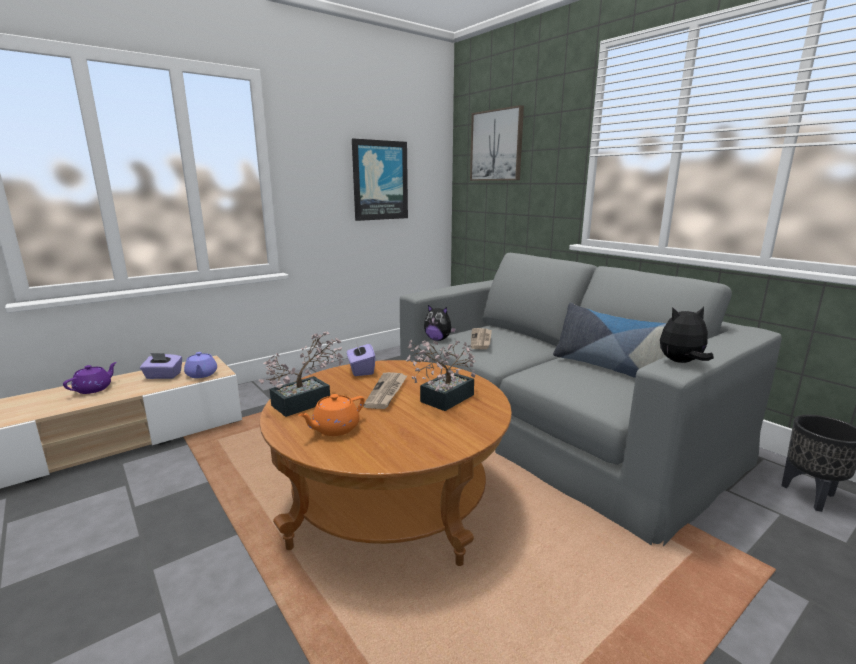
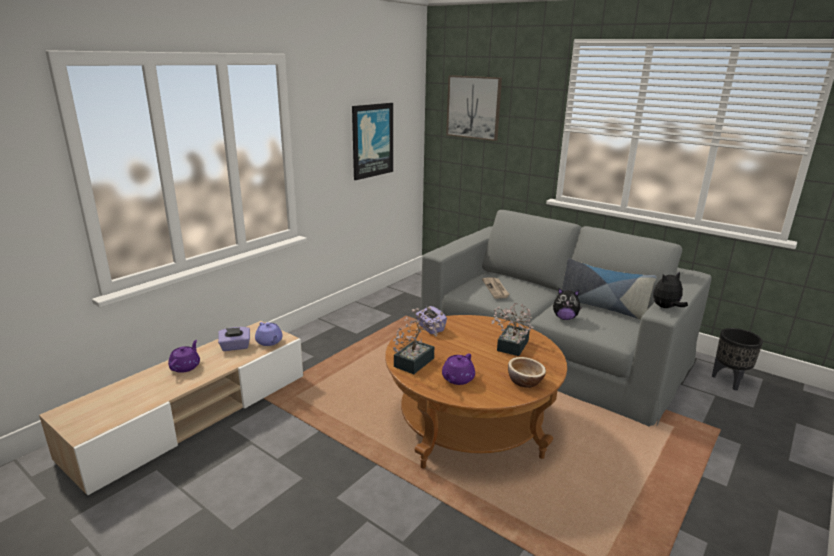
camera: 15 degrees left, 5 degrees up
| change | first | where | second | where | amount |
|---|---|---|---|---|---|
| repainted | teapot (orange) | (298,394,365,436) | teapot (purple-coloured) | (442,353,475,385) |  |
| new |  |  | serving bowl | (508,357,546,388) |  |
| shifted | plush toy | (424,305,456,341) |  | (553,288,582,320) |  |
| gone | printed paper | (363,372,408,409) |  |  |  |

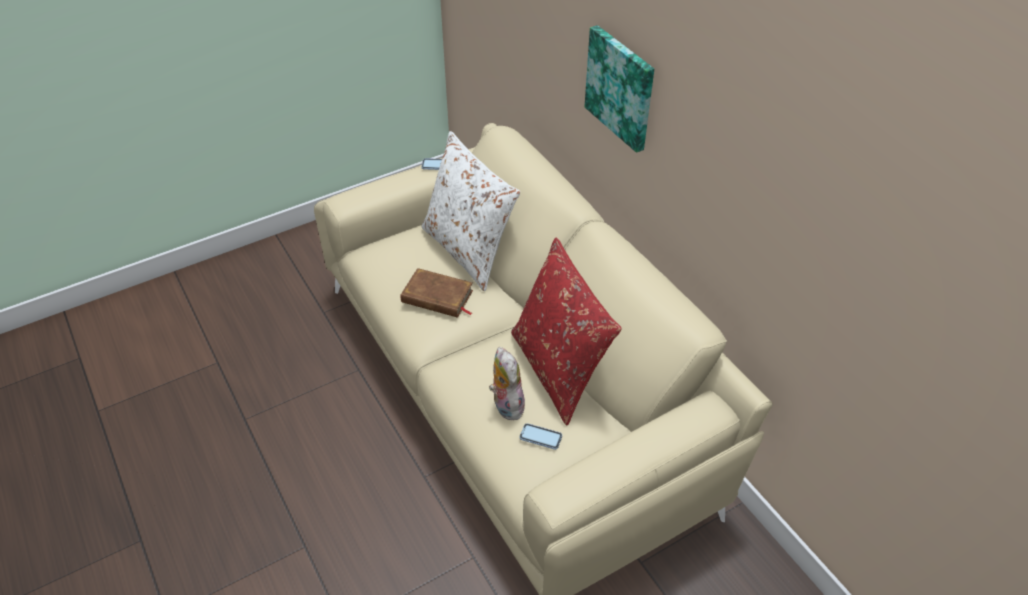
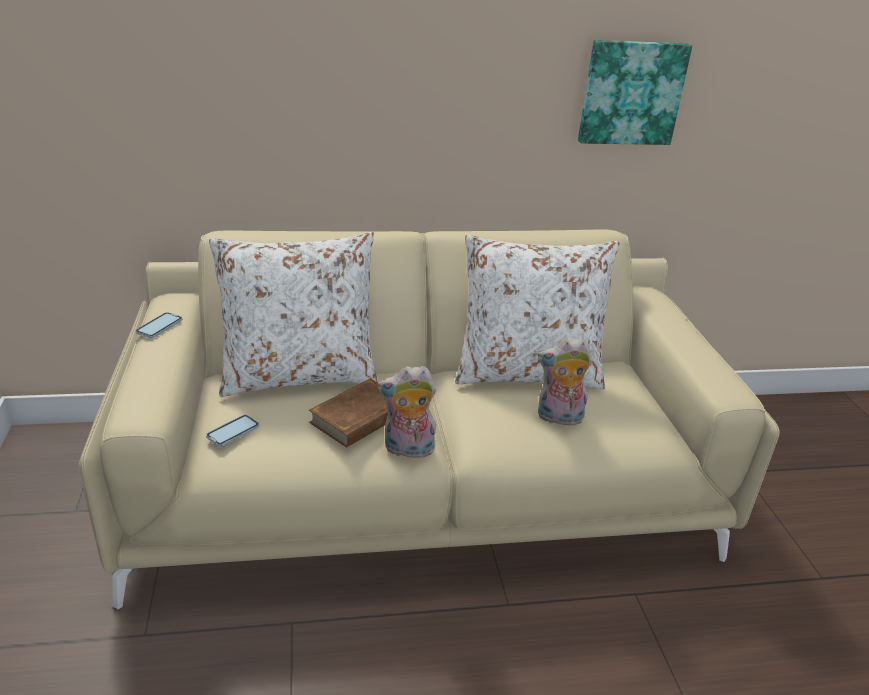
camera: 70 degrees left, 15 degrees down
| change | first | where | second | where | amount |
|---|---|---|---|---|---|
| shifted | handset | (520,423,562,450) |  | (206,415,259,447) |  |
| new |  |  | plush toy | (377,366,436,458) |  |
| repainted | cushion (red-coloured) | (511,238,622,426) | cushion (whitish) | (455,235,620,389) |  |
| shifted | wall picture | (585,25,654,153) |  | (578,40,692,145) |  |

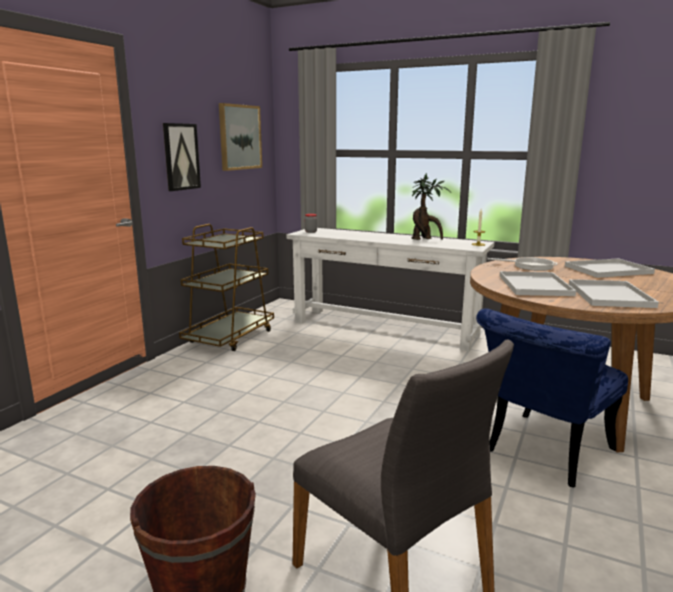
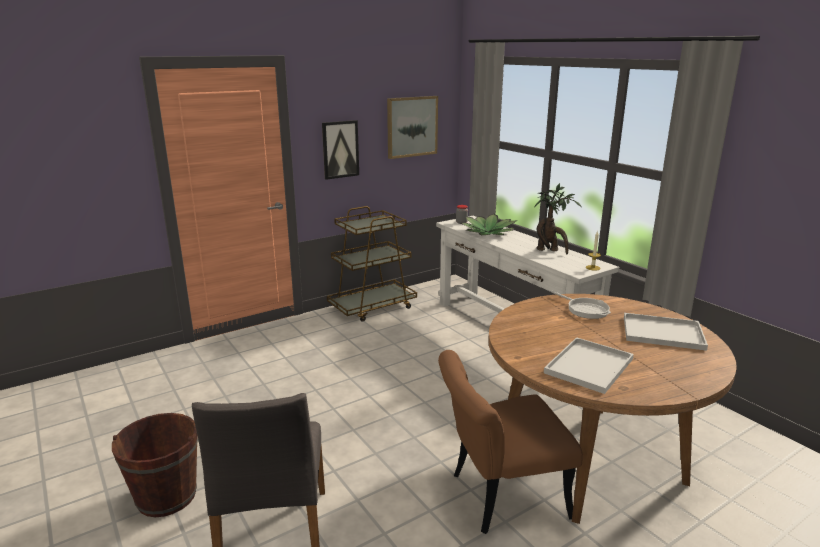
camera: 30 degrees right, 5 degrees up
| change | first | where | second | where | amount |
|---|---|---|---|---|---|
| repainted | upright chair (blue-coloured) | (476,309,628,487) | upright chair (brown-coloured) | (438,350,583,534) |  |
| new |  |  | plant in a pot | (461,214,516,235) |  |
| gone | carrying tray (whitish) | (500,271,576,296) |  |  |  |

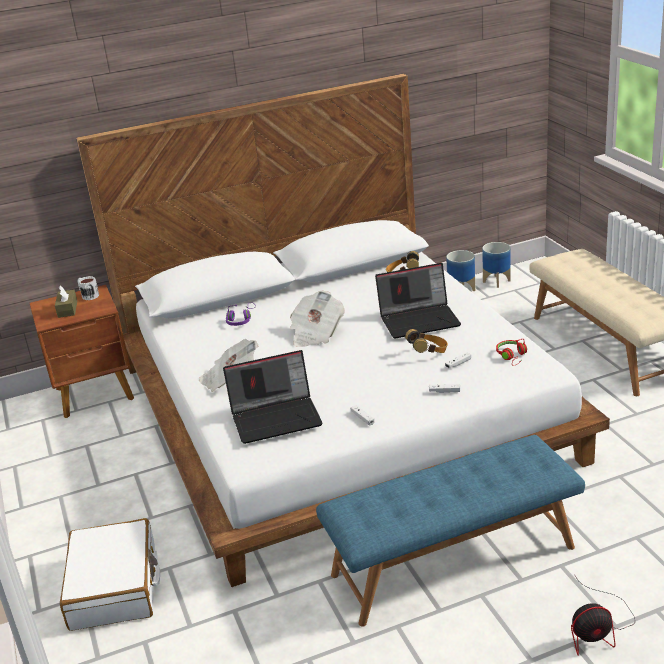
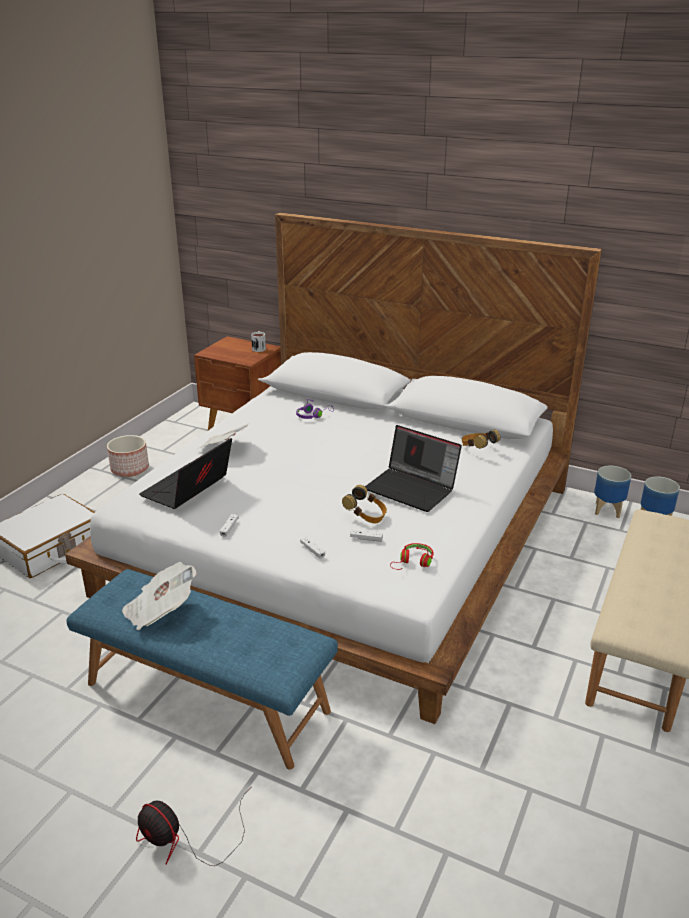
camera: 45 degrees right, 0 degrees up
| change | first | where | second | where | amount |
|---|---|---|---|---|---|
| new |  |  | flower pot | (107,435,149,477) |  |
| shifted | printed paper | (290,291,345,347) |  | (122,562,197,630) |  |
| rotated | laptop | (223,350,323,444) |  | (139,438,232,509) | 90 degrees clockwise |
| gone | tissue holder (brown-coloured) | (55,286,77,318) |  |  |  |

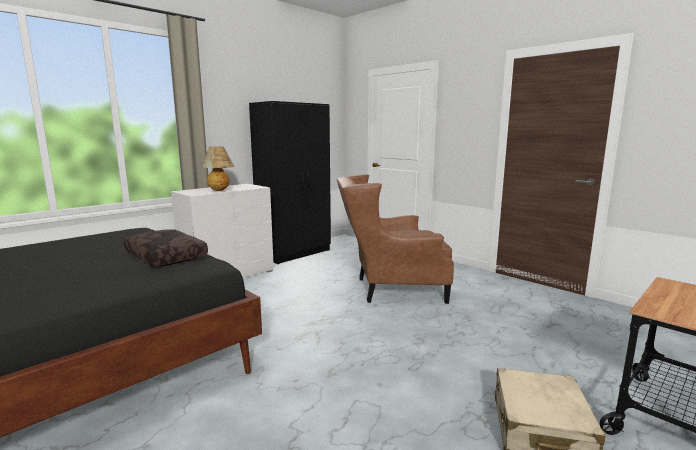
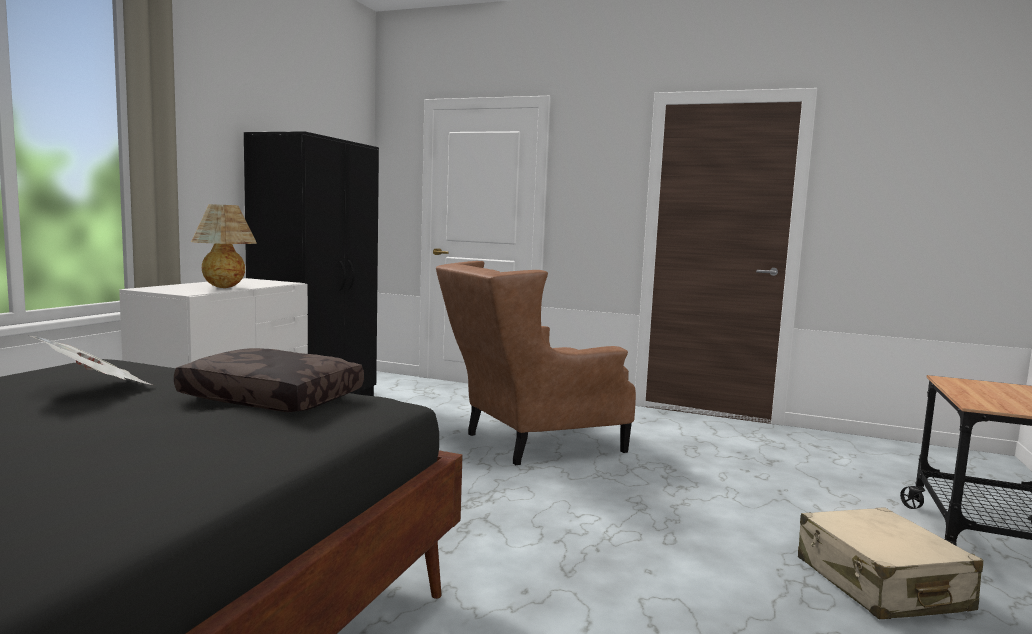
camera: 25 degrees left, 5 degrees down
| change | first | where | second | where | amount |
|---|---|---|---|---|---|
| new |  |  | printed paper | (31,336,152,385) |  |

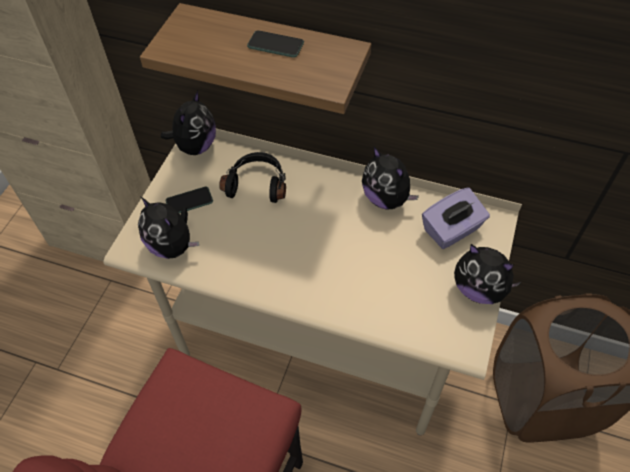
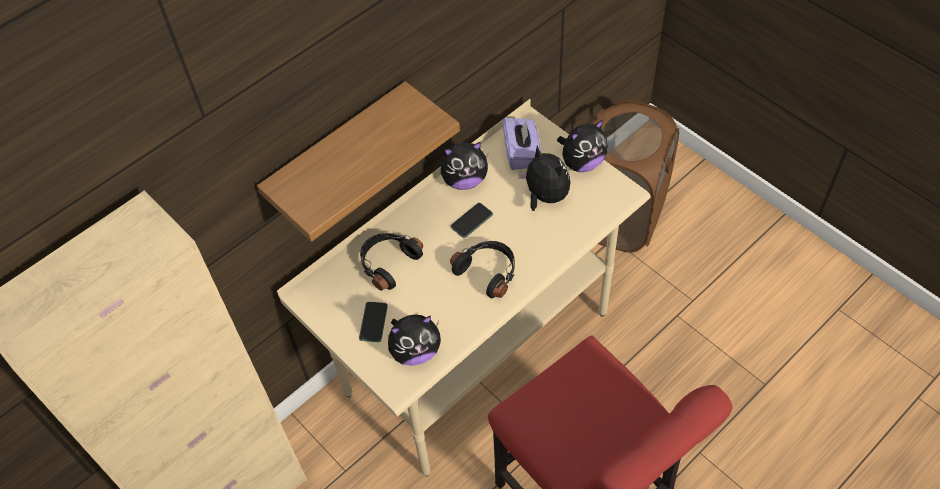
camera: 60 degrees left, 0 degrees up
| change | first | where | second | where | amount |
|---|---|---|---|---|---|
| shifted | handset | (247,30,304,58) |  | (450,203,493,238) |  |
| new |  |  | headphones (black-coloured) | (450,241,515,298) |  |
| shifted | plush toy | (161,91,216,155) |  | (518,145,571,211) |  |

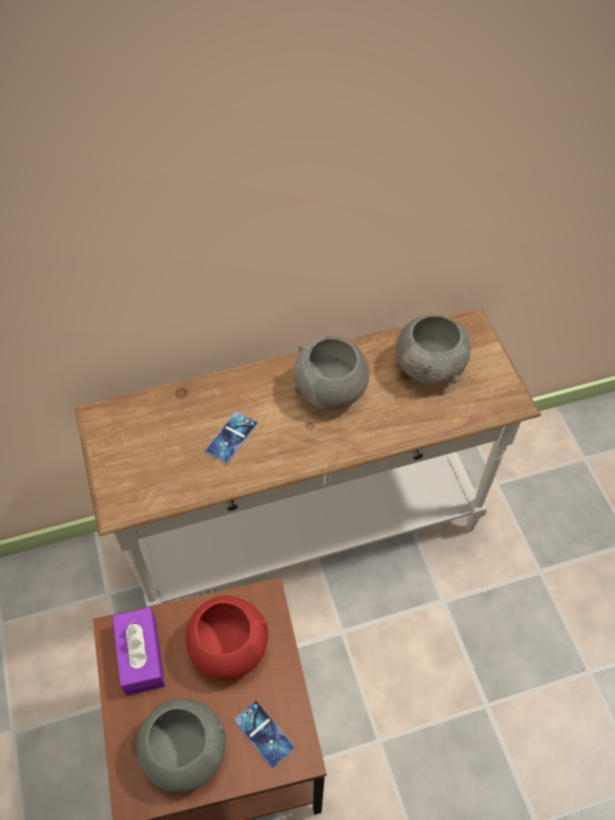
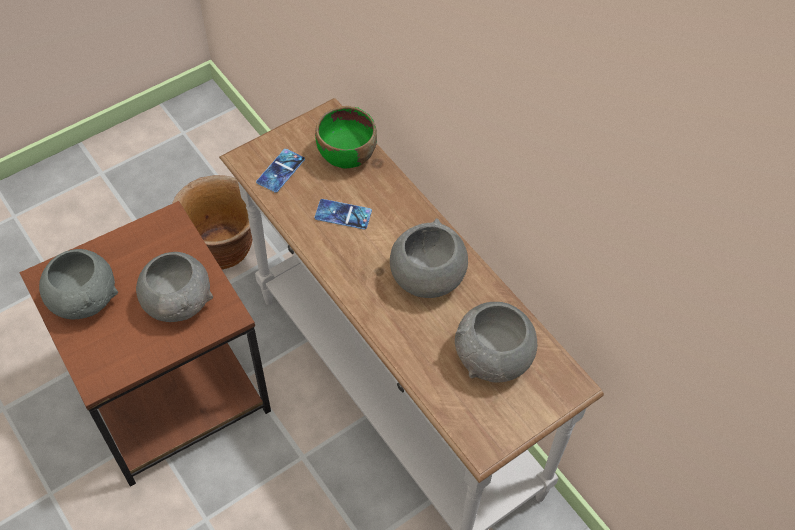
camera: 70 degrees right, 0 degrees up
| change | first | where | second | where | amount |
|---|---|---|---|---|---|
| repainted | serving bowl (red-coloured) | (186,596,268,680) | serving bowl (gray) | (136,252,213,322) |  |
| new |  |  | flower pot (brown-coloured) | (172,175,253,270) |  |
| shifted | handset | (235,701,295,768) |  | (256,149,305,193) |  |
| new |  |  | serving bowl (green) | (315,106,377,169) |  |
| gone | tissue holder (purple-coloured) | (112,607,165,695) |  |  |  |

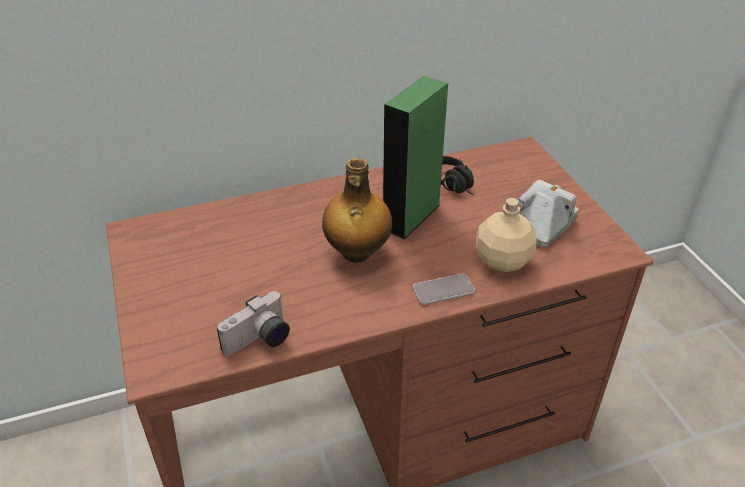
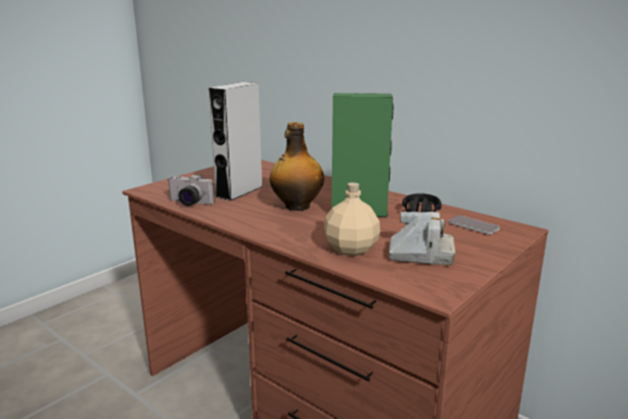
camera: 60 degrees right, 20 degrees down
| change | first | where | second | where | amount |
|---|---|---|---|---|---|
| new |  |  | loudspeaker (gray) | (209,82,262,201) |  |
| shifted | handset | (413,274,475,305) |  | (449,215,500,235) |  |

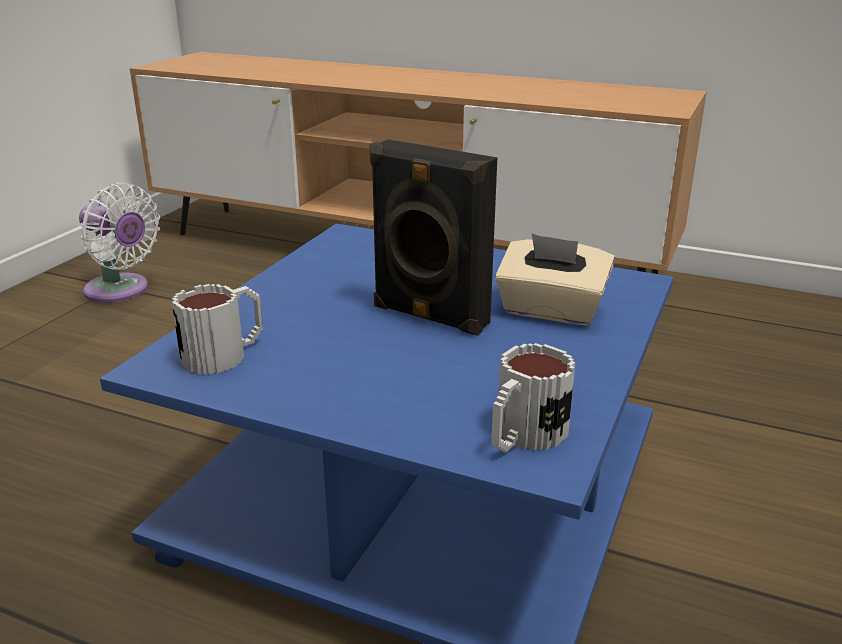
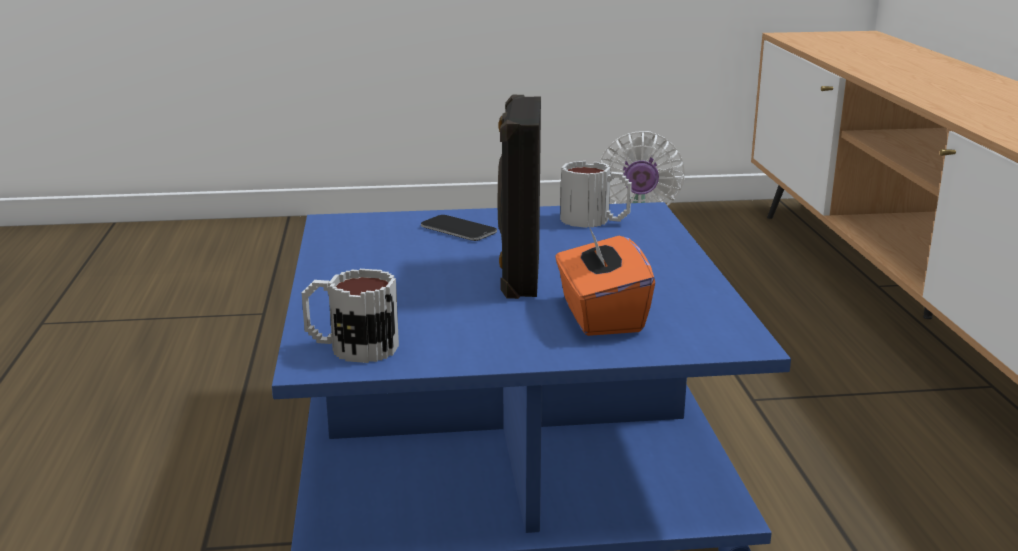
camera: 60 degrees right, 5 degrees down
| change | first | where | second | where | amount |
|---|---|---|---|---|---|
| new |  |  | handset | (421,215,497,241) |  |
| repainted | tissue holder (beige-coloured) | (495,234,615,326) | tissue holder (orange) | (555,221,655,336) |  |
| shifted | tea mug | (172,284,263,375) |  | (560,161,632,228) |  |

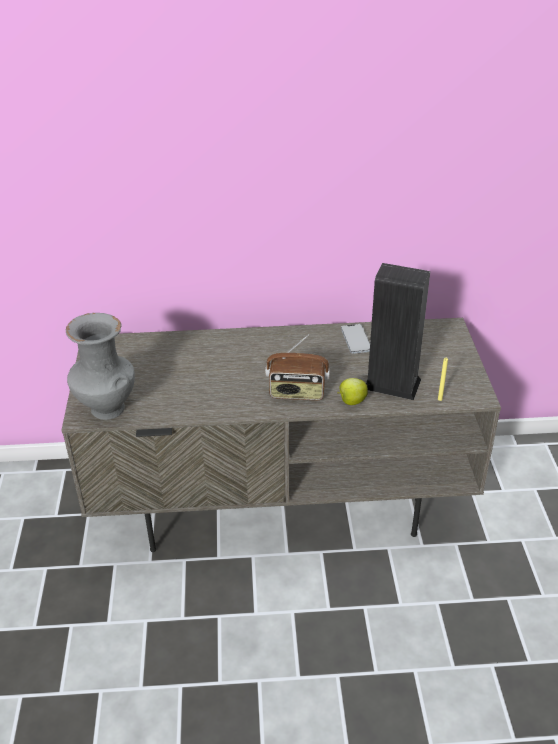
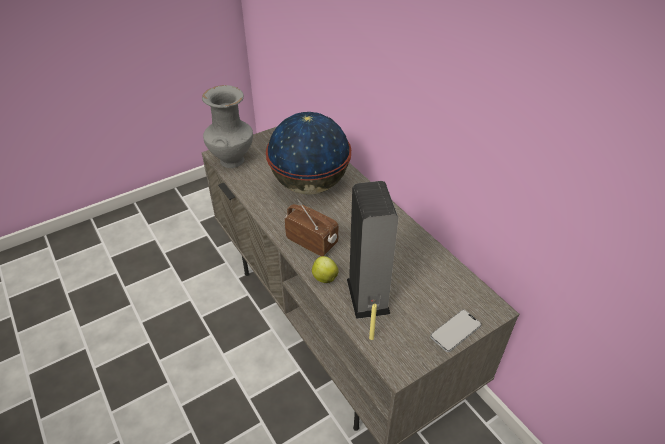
camera: 60 degrees right, 5 degrees up
| change | first | where | second | where | amount |
|---|---|---|---|---|---|
| new |  |  | world globe | (266,112,351,195) |  |
| rotated | radio set | (265,334,330,400) |  | (285,199,339,256) | 150 degrees clockwise |
| shifted | handset | (341,324,370,354) |  | (430,310,482,352) |  |

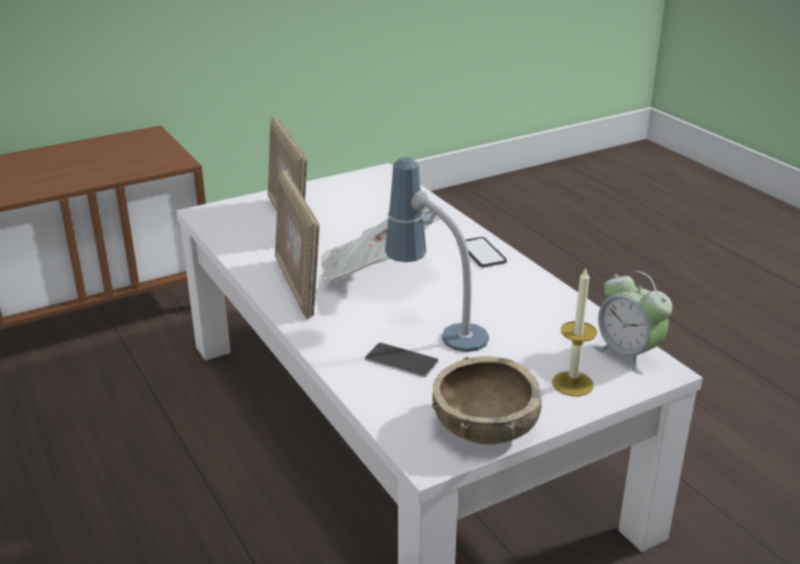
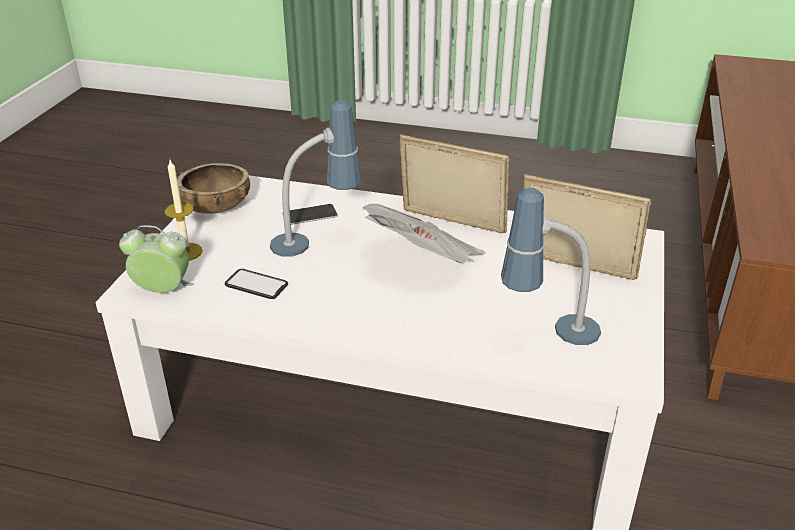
camera: 135 degrees right, 5 degrees up
| change | first | where | second | where | amount |
|---|---|---|---|---|---|
| shifted | handset | (465,237,507,267) |  | (225,269,288,299) |  |
| new |  |  | table lamp | (501,188,601,345) |  |

